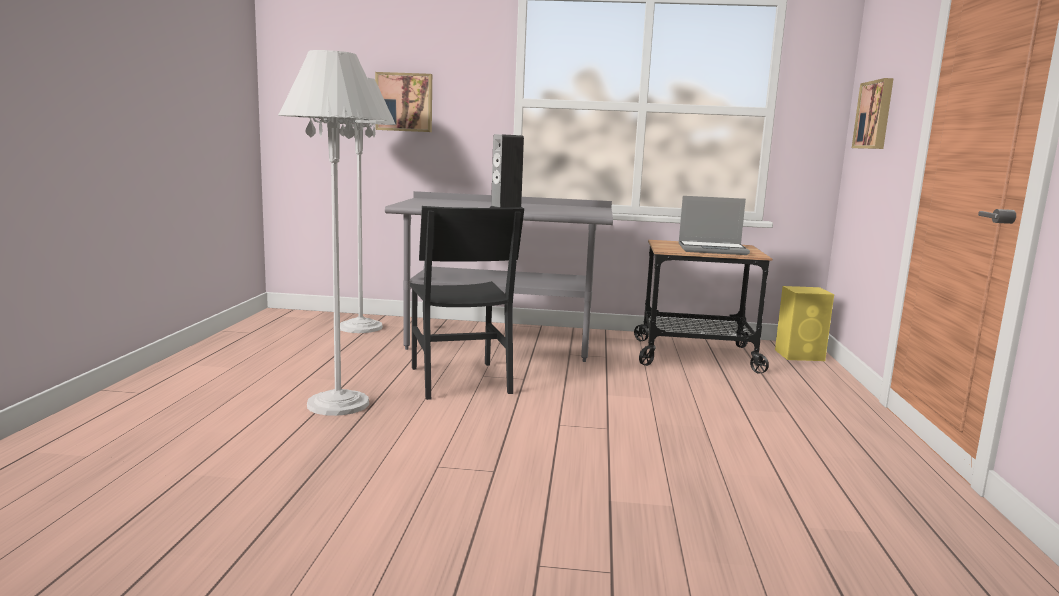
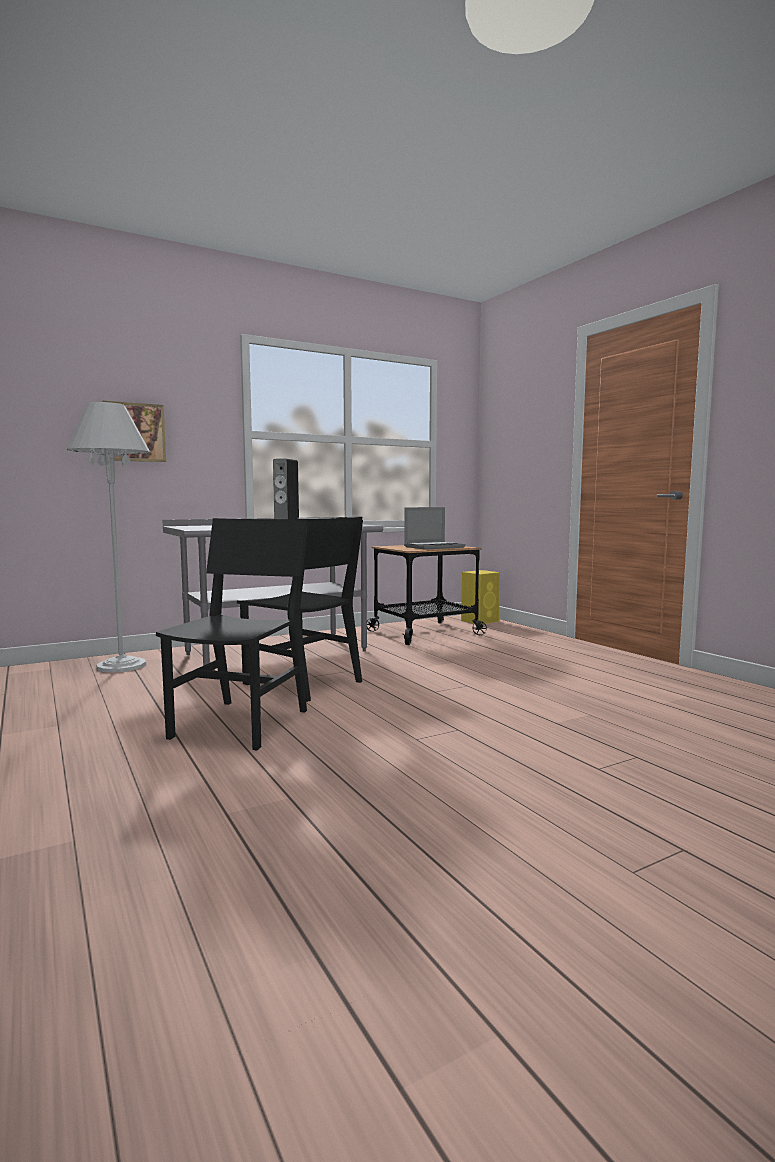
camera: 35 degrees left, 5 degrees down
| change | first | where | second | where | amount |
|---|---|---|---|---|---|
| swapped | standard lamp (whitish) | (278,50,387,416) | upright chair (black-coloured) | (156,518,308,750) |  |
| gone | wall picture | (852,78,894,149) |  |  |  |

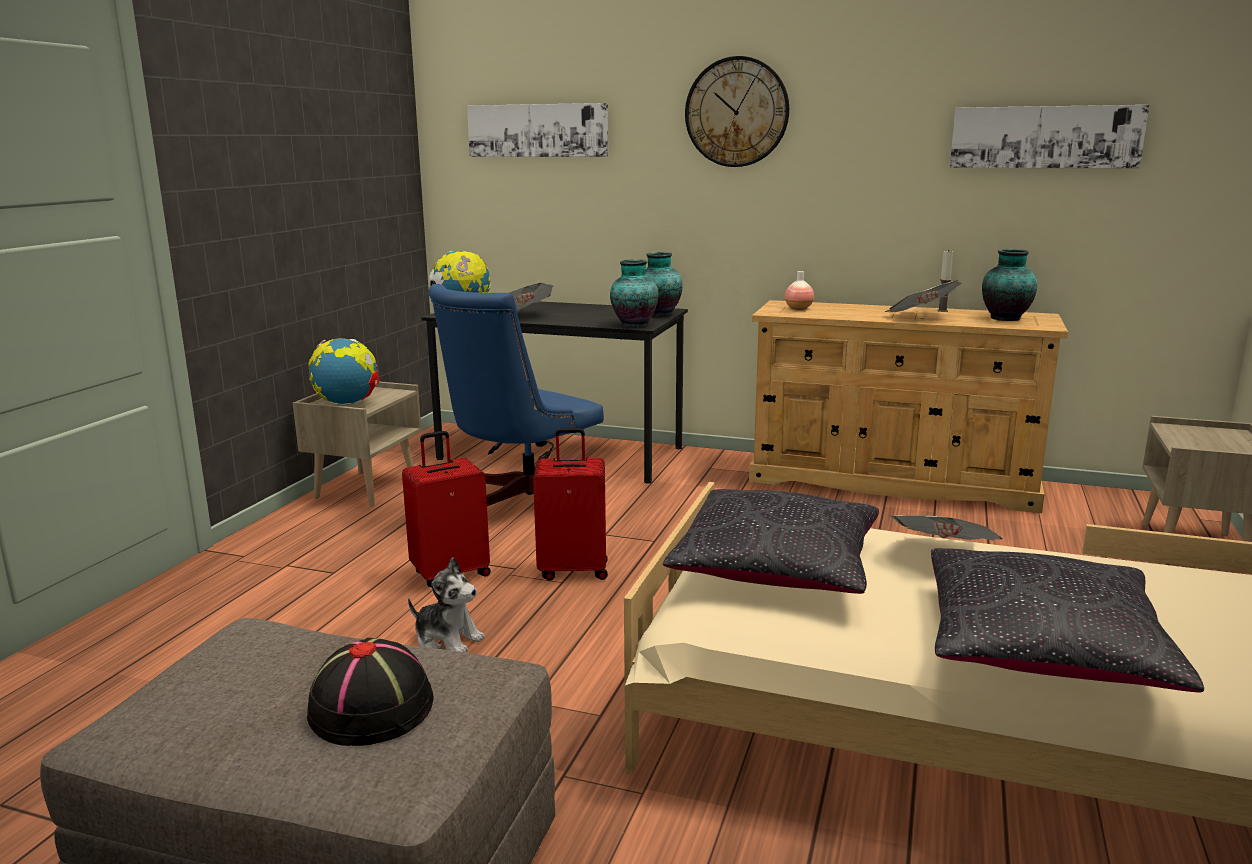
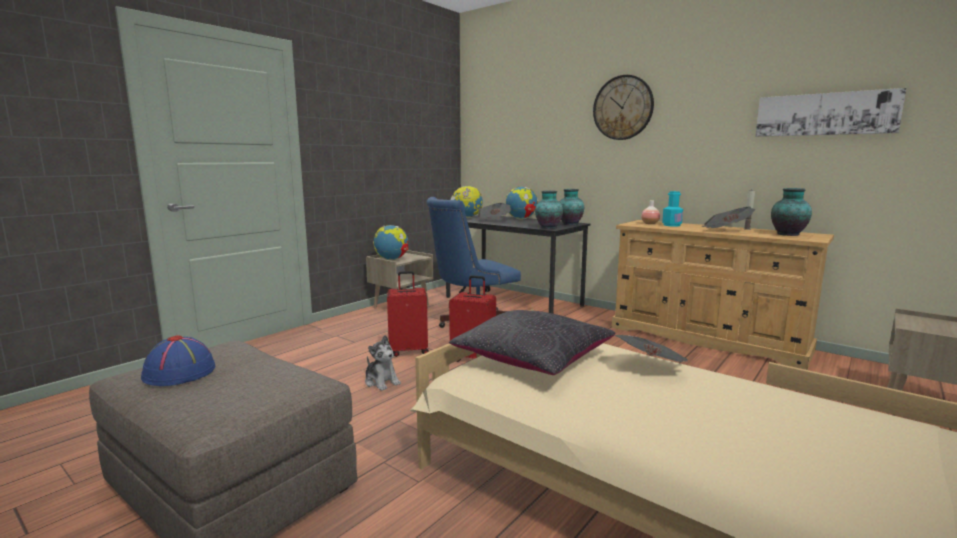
camera: 20 degrees right, 5 degrees down
| change | first | where | second | where | amount |
|---|---|---|---|---|---|
| new |  |  | wearable hat (blue-coloured) | (141,335,215,386) |  |
| new |  |  | world globe | (506,187,539,220) |  |
| new |  |  | beverage bottle (blue-green) | (662,191,683,227) |  |
| gone | wearable hat (black-coloured) | (307,638,433,746) |  |  |  |
| gone | wall picture | (467,103,608,157) |  |  |  |
| gone | cushion (black-coloured) | (931,548,1204,692) |  |  |  |

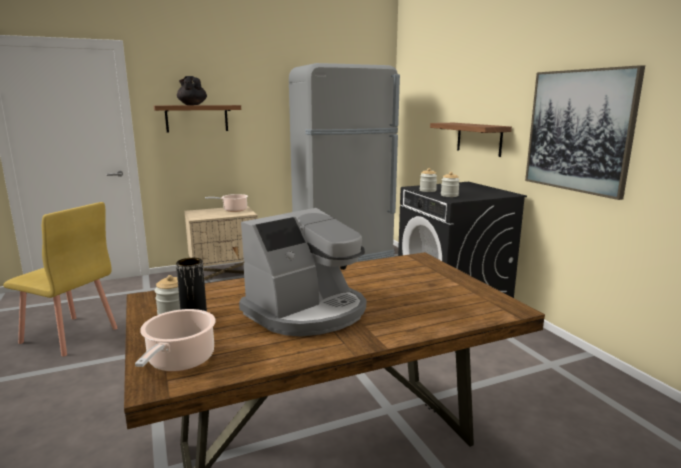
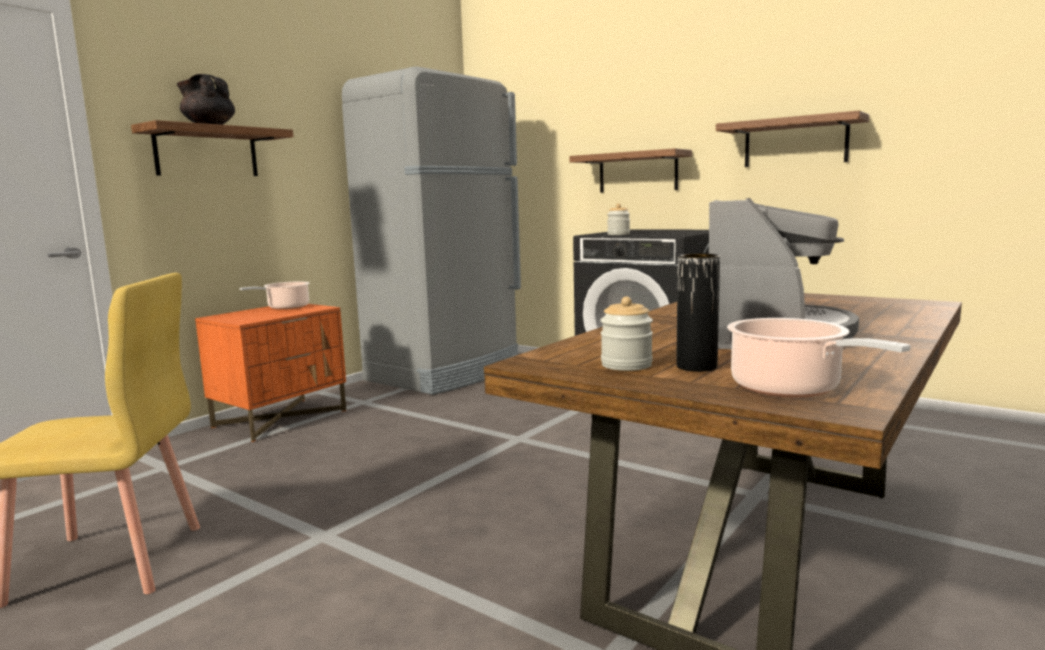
camera: 30 degrees left, 5 degrees down
| change | first | where | second | where | amount |
|---|---|---|---|---|---|
| repainted | bedside table (beige-coloured) | (184,206,258,280) | bedside table (orange) | (195,304,346,442) |  |
| swapped | wall picture | (525,65,645,200) | wall shelf | (716,111,869,167) |  |
| gone | preserve jar | (441,172,460,197) |  |  |  |

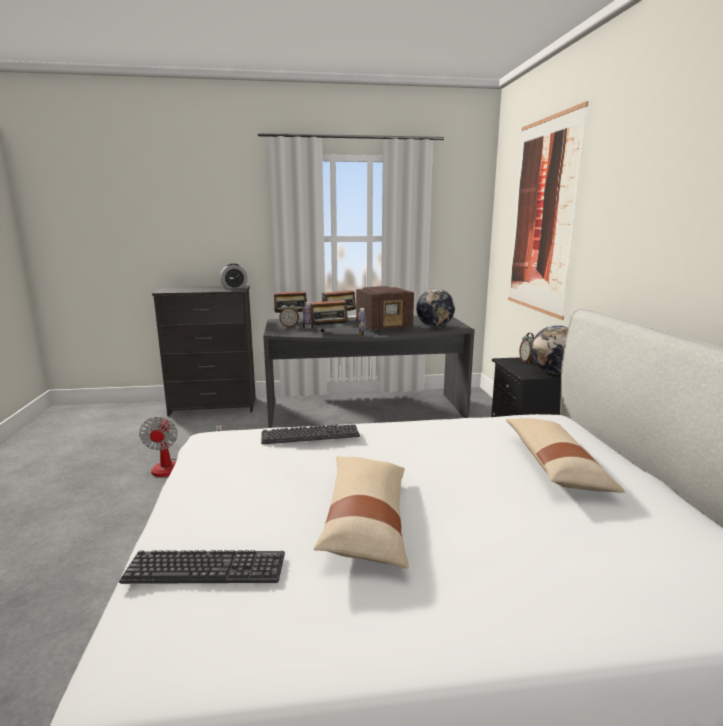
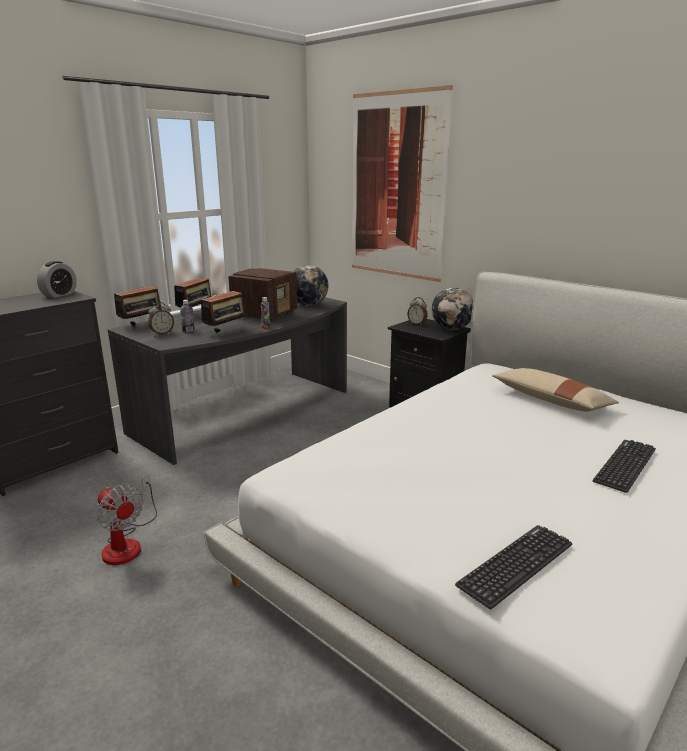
camera: 40 degrees left, 5 degrees up
| change | first | where | second | where | amount |
|---|---|---|---|---|---|
| shifted | computer keyboard | (261,424,360,444) |  | (592,440,656,493) |  |
| gone | cushion (beige-coloured) | (314,456,409,568) |  |  |  |

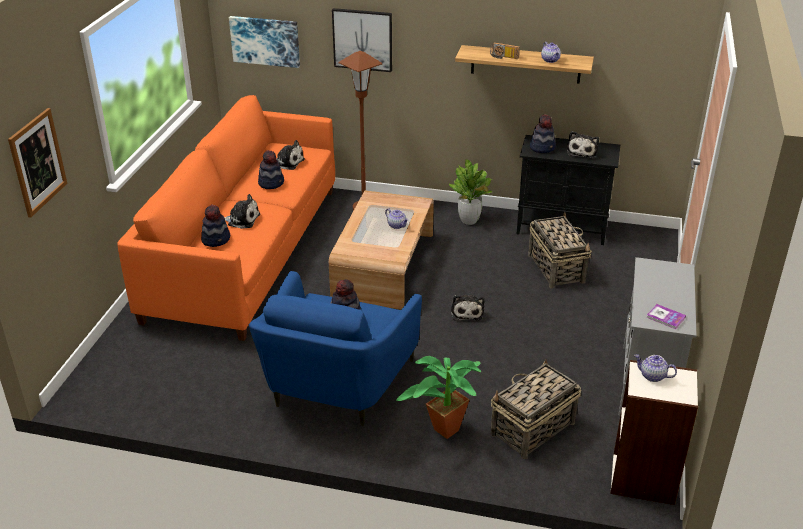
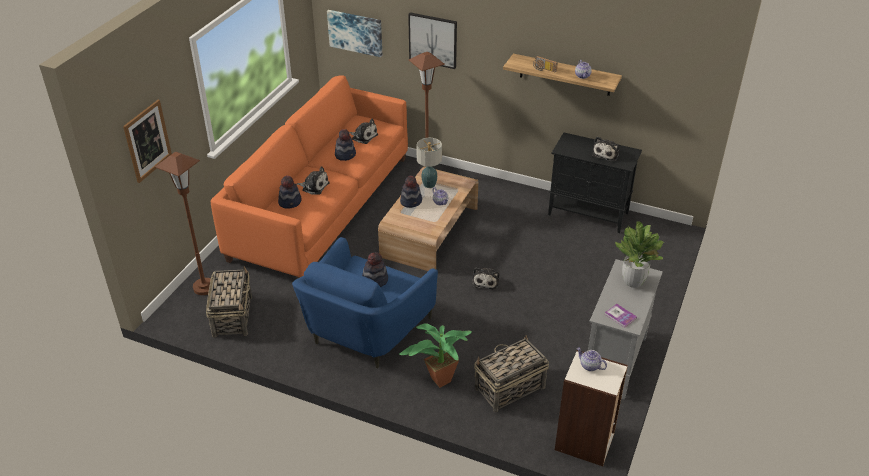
camera: 10 degrees right, 5 degrees up
| change | first | where | second | where | amount |
|---|---|---|---|---|---|
| new |  |  | standard lamp (brown-coloured) | (155,152,211,295) |  |
| shifted | household basket | (528,212,592,288) |  | (206,266,252,338) |  |
| shifted | wearable hat | (530,114,556,153) |  | (400,175,422,208) |  |
| new |  |  | table lamp | (416,138,442,188) |  |
| shifted | plant in a pot | (449,160,493,225) |  | (615,221,664,288) |  |

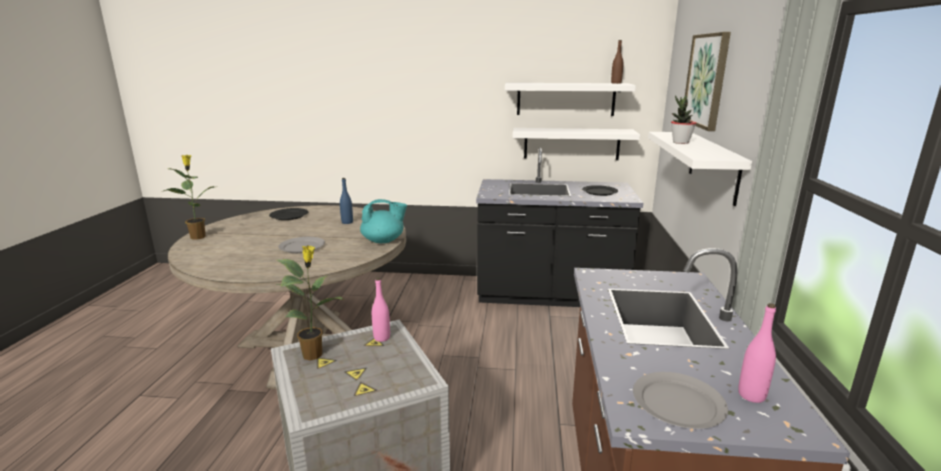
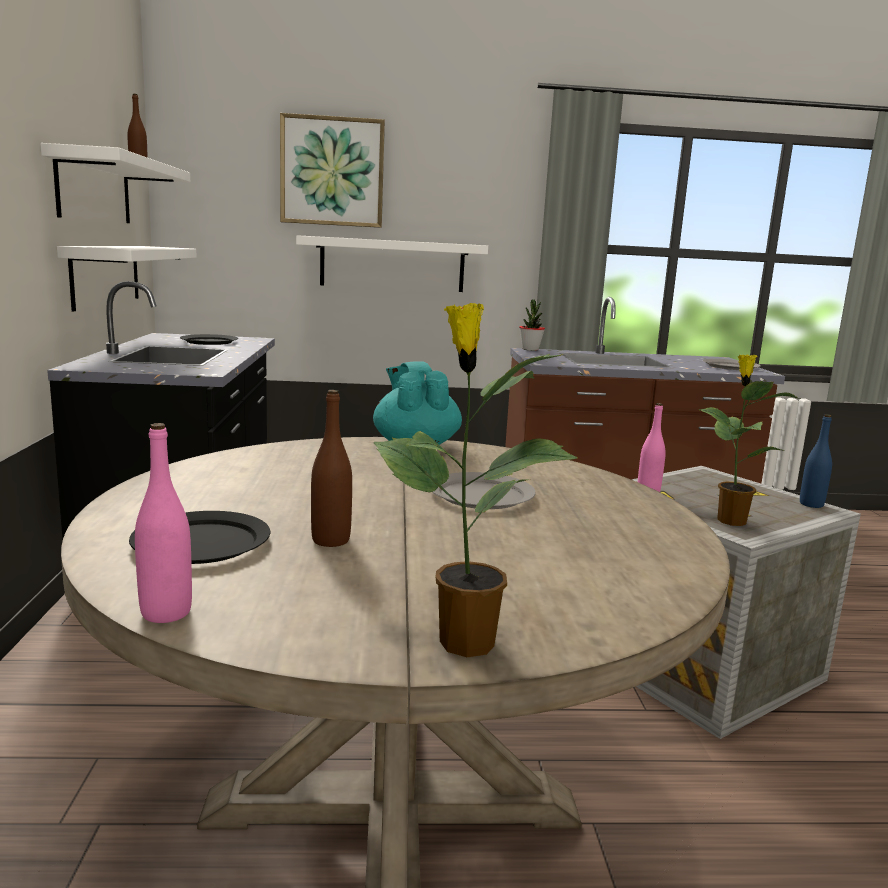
camera: 100 degrees left, 5 degrees down
| change | first | where | second | where | amount |
|---|---|---|---|---|---|
| shifted | beverage bottle (pink-coloured) | (738,303,776,403) |  | (135,423,192,623) |  |
| new |  |  | beverage bottle (brown-coloured) | (311,390,352,547) |  |
| shifted | plant in a pot | (671,95,696,144) |  | (519,299,545,351) |  |
| shifted | beverage bottle (blue-coloured) | (340,178,353,224) |  | (800,414,832,508) |  |

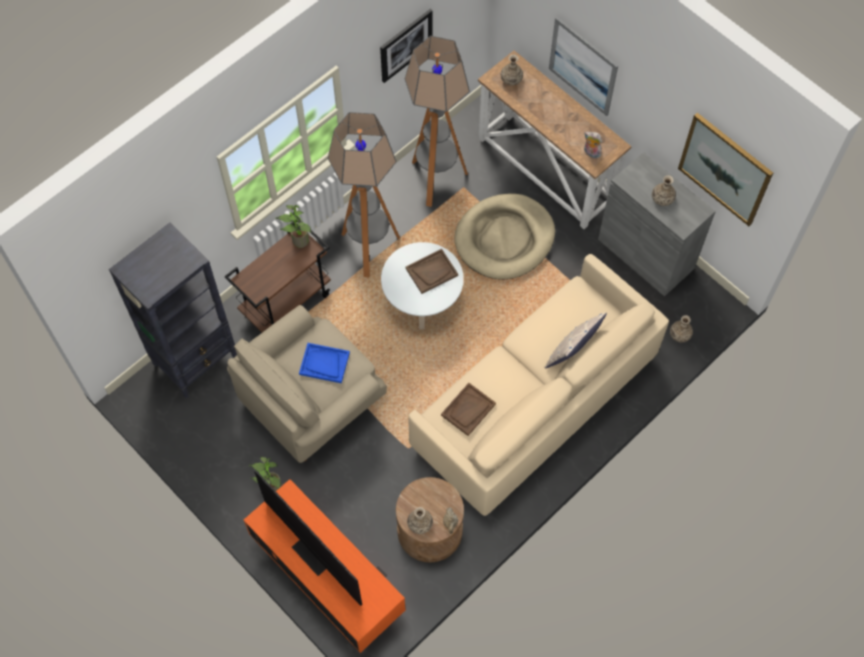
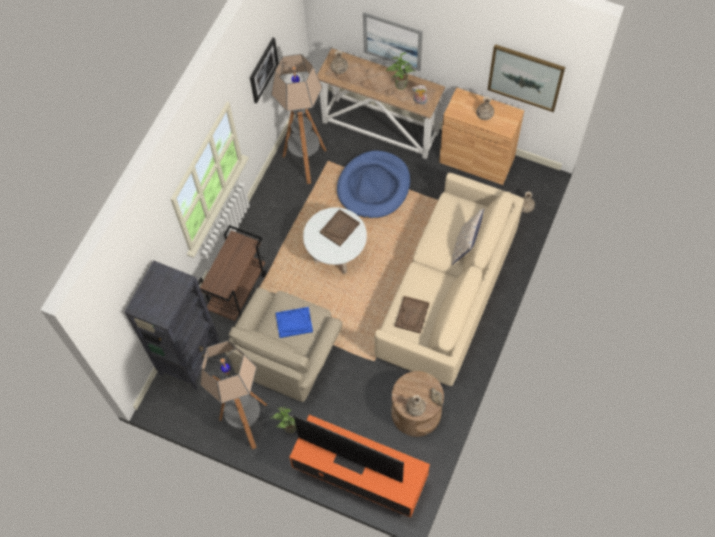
camera: 20 degrees left, 0 degrees up
| change | first | where | second | where | amount |
|---|---|---|---|---|---|
| shifted | standard lamp | (328,112,400,277) |  | (200,341,267,449) |  |
| repainted | pet bed (beige-coloured) | (454,193,555,280) | pet bed (blue-coloured) | (337,150,410,218) |  |
| shifted | plant in a pot | (276,205,312,248) |  | (386,53,415,90) |  |
| repainted | cupboard (gray) | (598,152,716,297) | cupboard (brown-coloured) | (439,87,524,185) |  |

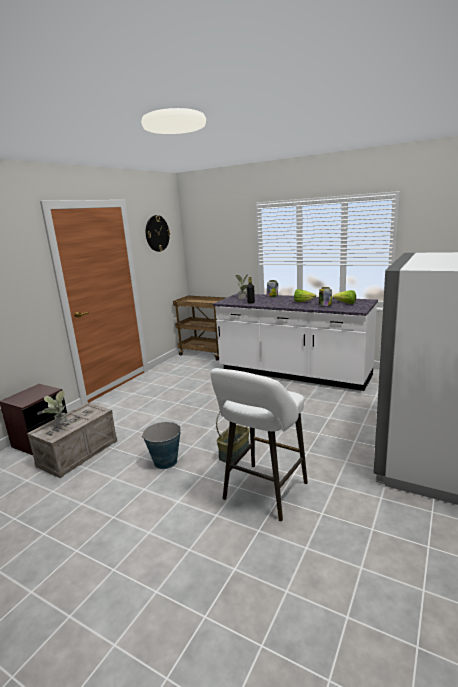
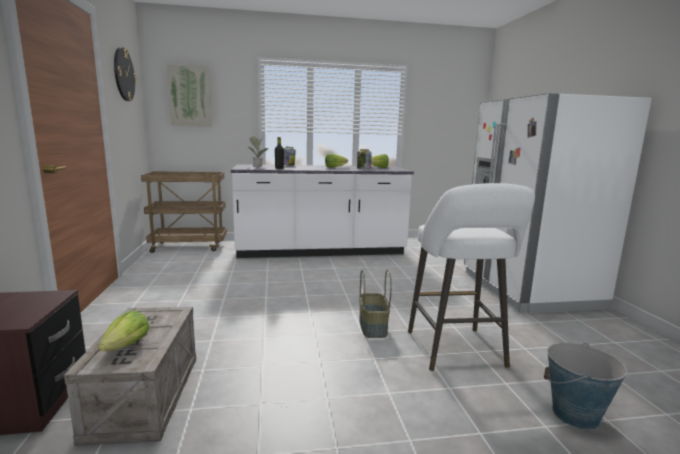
camera: 40 degrees left, 5 degrees down
| change | first | where | second | where | amount |
|---|---|---|---|---|---|
| swapped | plant in a pot | (43,391,69,425) | head of lettuce | (98,311,149,351) |  |
| new |  |  | wall picture | (167,64,213,127) |  |
| shifted | water bucket | (142,422,181,469) |  | (544,342,627,430) |  |

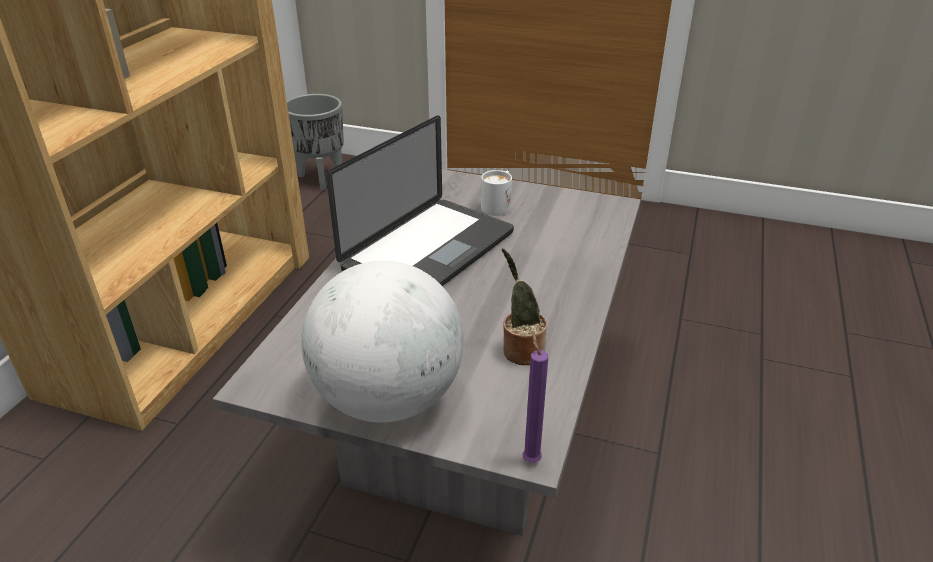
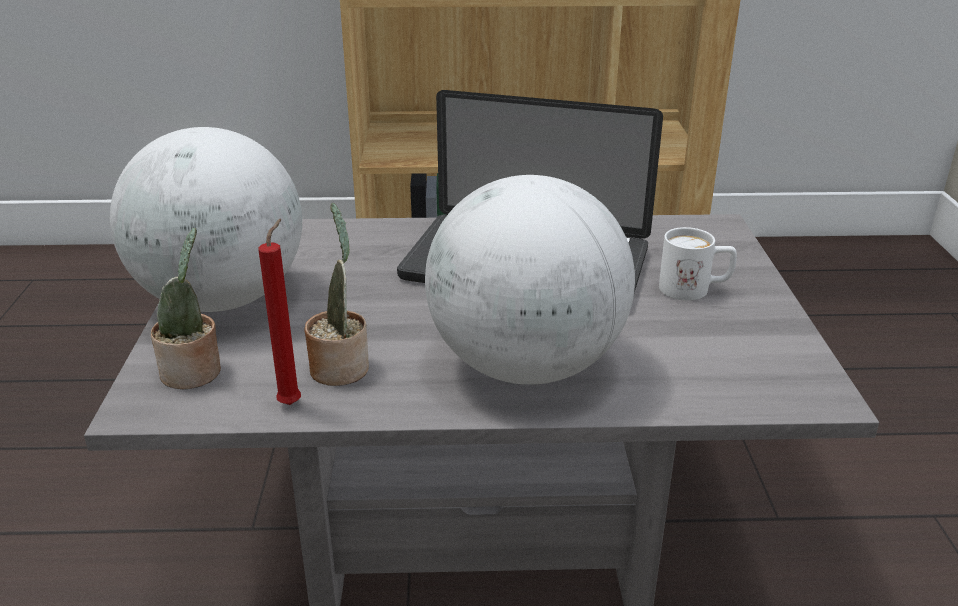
camera: 70 degrees right, 5 degrees down
| change | first | where | second | where | amount |
|---|---|---|---|---|---|
| new |  |  | plant in a pot | (151,228,221,389) |  |
| new |  |  | wax light (red-coloured) | (258,219,301,405) |  |
| new |  |  | world globe | (425,175,635,385) |  |
| gone | flower pot (gray) | (287,94,344,190) |  |  |  |
| gone | wax light (purple-coloured) | (523,331,548,463) |  |  |  |

